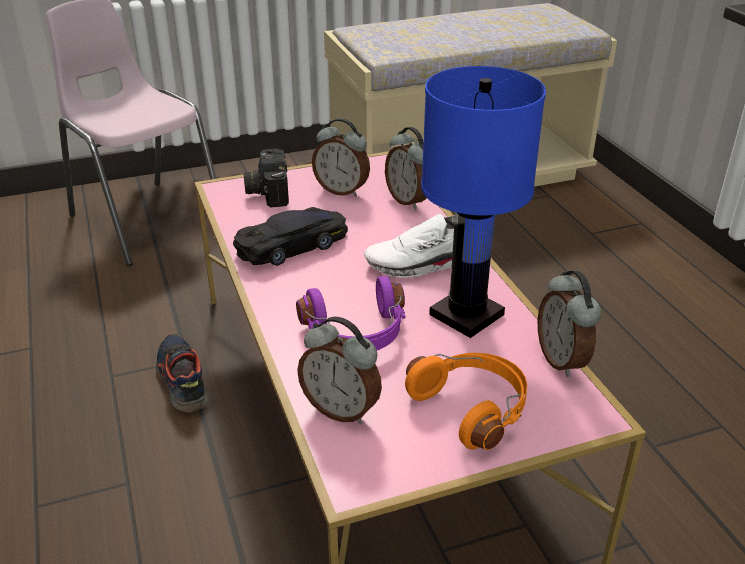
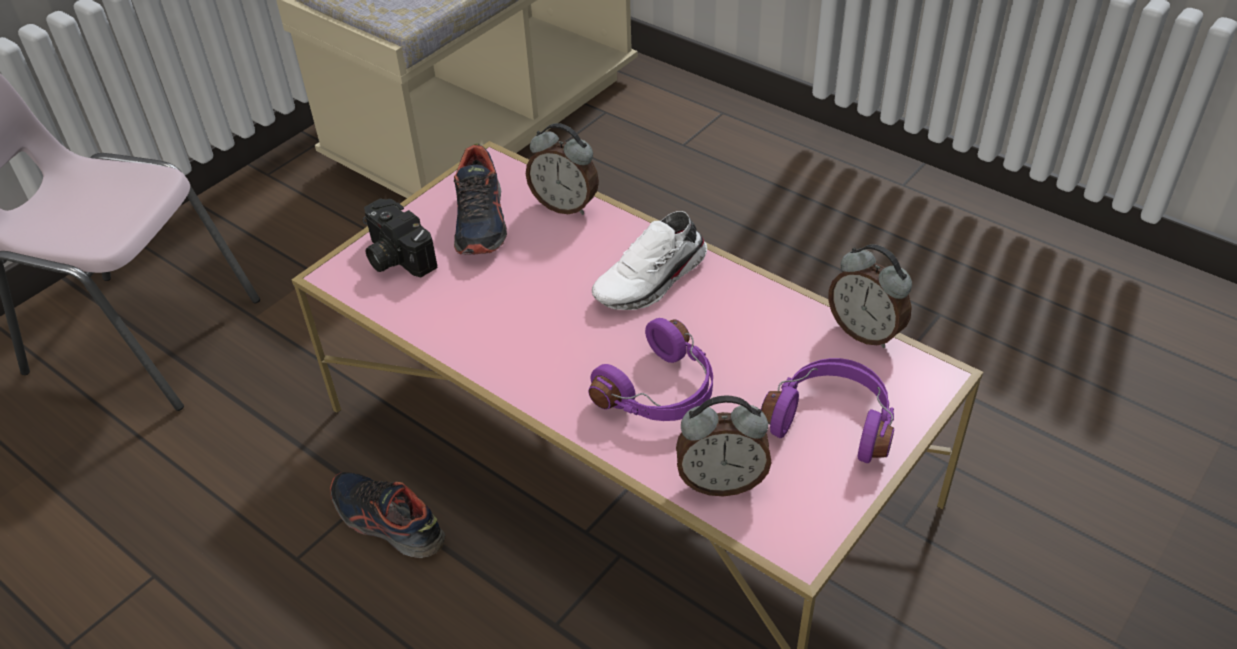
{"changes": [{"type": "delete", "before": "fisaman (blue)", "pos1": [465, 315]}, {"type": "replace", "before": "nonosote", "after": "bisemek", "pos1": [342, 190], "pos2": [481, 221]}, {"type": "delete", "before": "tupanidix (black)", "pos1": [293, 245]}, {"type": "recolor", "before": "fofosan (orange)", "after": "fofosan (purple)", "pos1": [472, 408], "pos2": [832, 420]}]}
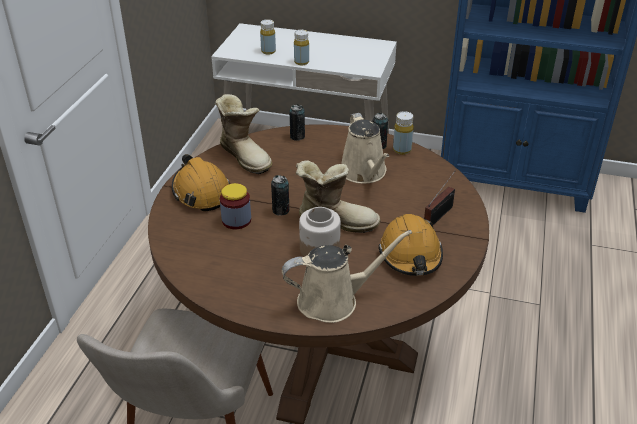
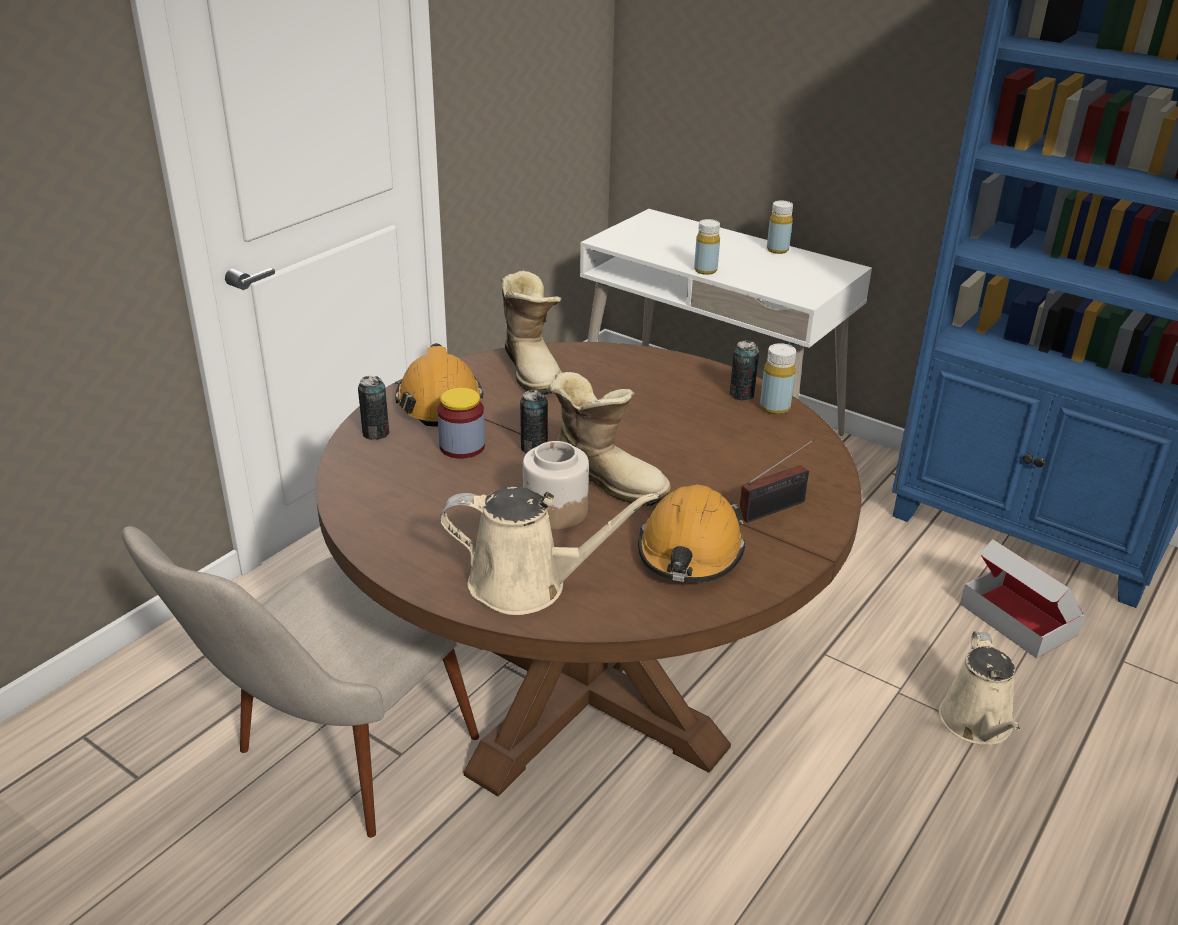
{"changes": [{"type": "move", "before": "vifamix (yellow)", "pos1": [268, 51], "pos2": [777, 250]}, {"type": "move", "before": "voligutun", "pos1": [297, 136], "pos2": [376, 433]}, {"type": "move", "before": "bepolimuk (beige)", "pos1": [364, 173], "pos2": [977, 725]}, {"type": "insert", "after": "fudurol", "pos2": [1018, 619]}]}
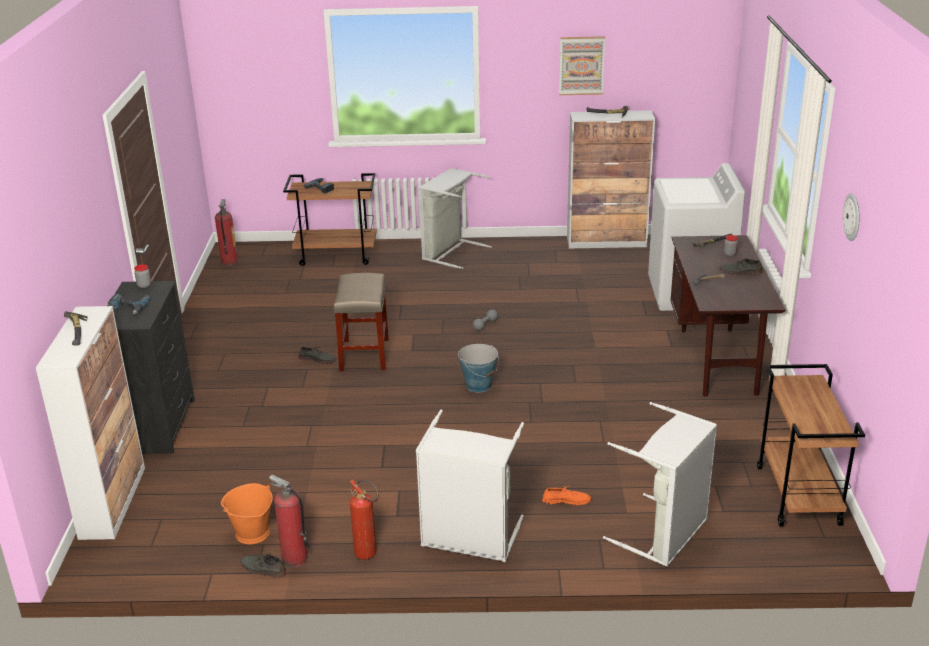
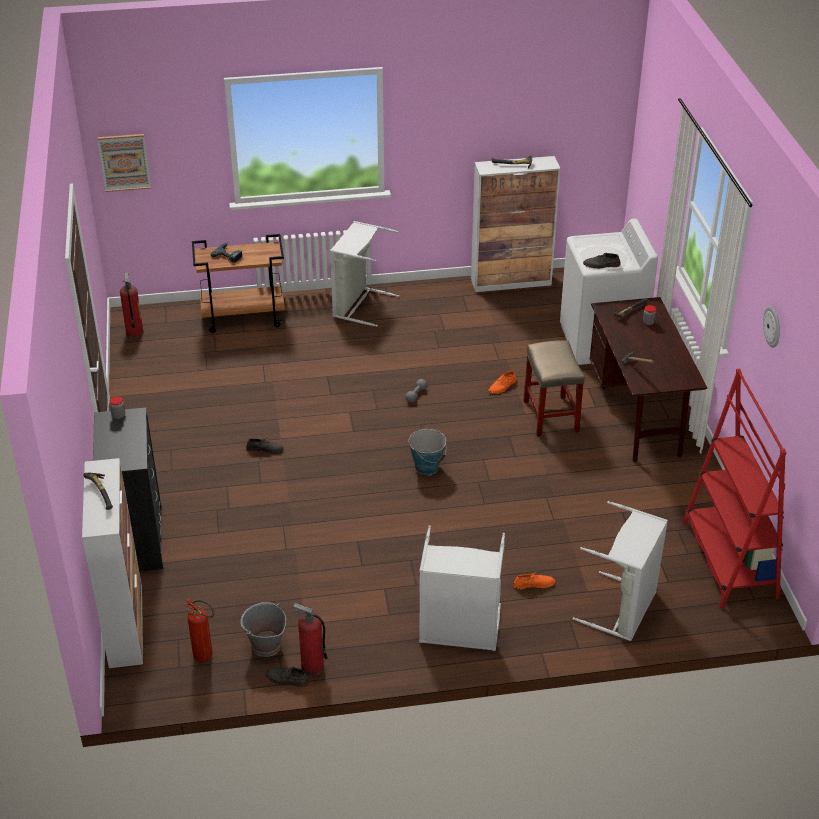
{"changes": [{"type": "move", "before": "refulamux", "pos1": [581, 65], "pos2": [124, 162]}, {"type": "move", "before": "bisemek (grey)", "pos1": [740, 272], "pos2": [601, 265]}, {"type": "move", "before": "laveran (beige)", "pos1": [364, 354], "pos2": [550, 415]}, {"type": "delete", "before": "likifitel", "pos1": [128, 308]}, {"type": "replace", "before": "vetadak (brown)", "after": "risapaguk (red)", "pos1": [799, 496], "pos2": [729, 560]}, {"type": "move", "before": "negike", "pos1": [369, 555], "pos2": [206, 657]}, {"type": "recolor", "before": "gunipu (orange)", "after": "gunipu (grey)", "pos1": [252, 533], "pos2": [266, 645]}, {"type": "insert", "after": "bisemek (orange)", "pos2": [502, 386]}]}
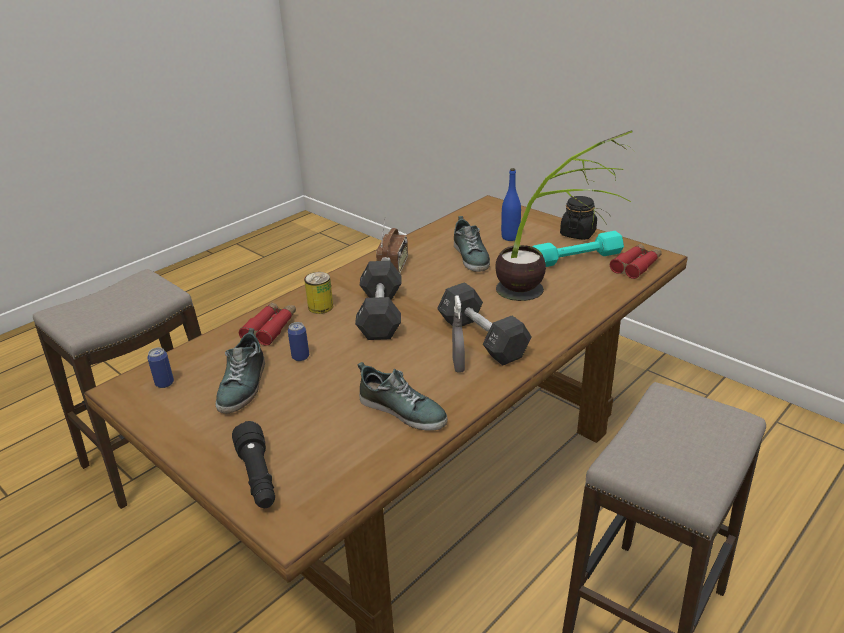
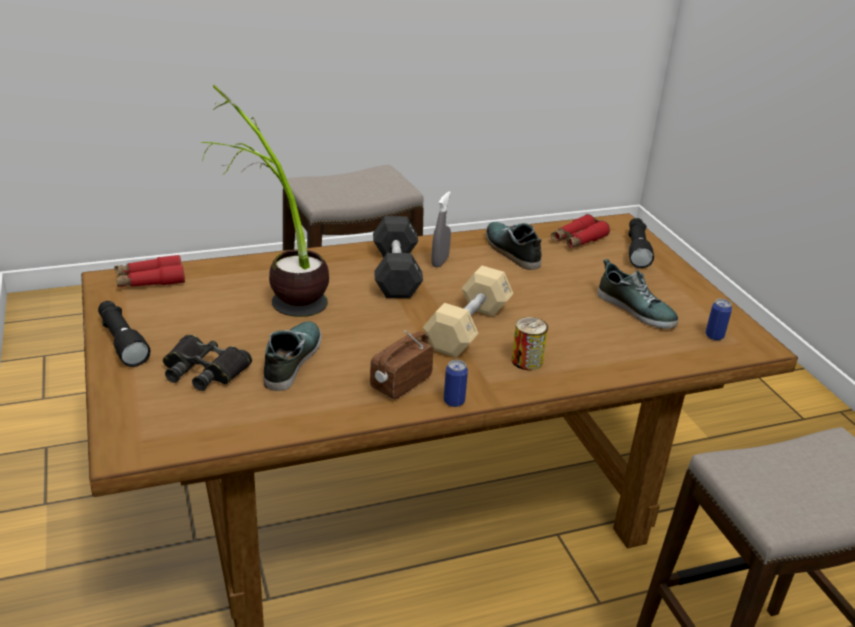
{"changes": [{"type": "replace", "before": "vifamix (blue)", "after": "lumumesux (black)", "pos1": [510, 237], "pos2": [204, 370]}, {"type": "replace", "before": "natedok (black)", "after": "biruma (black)", "pos1": [577, 233], "pos2": [121, 341]}, {"type": "delete", "before": "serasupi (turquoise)", "pos1": [576, 258]}, {"type": "recolor", "before": "serasupi (black)", "after": "serasupi (beige)", "pos1": [380, 314], "pos2": [468, 328]}, {"type": "move", "before": "lumumesux (red)", "pos1": [270, 328], "pos2": [578, 240]}, {"type": "move", "before": "voligutun", "pos1": [300, 357], "pos2": [454, 401]}, {"type": "rotate", "before": "bisemek", "pos1": [243, 385], "pos2": [636, 309], "turn": 105}]}
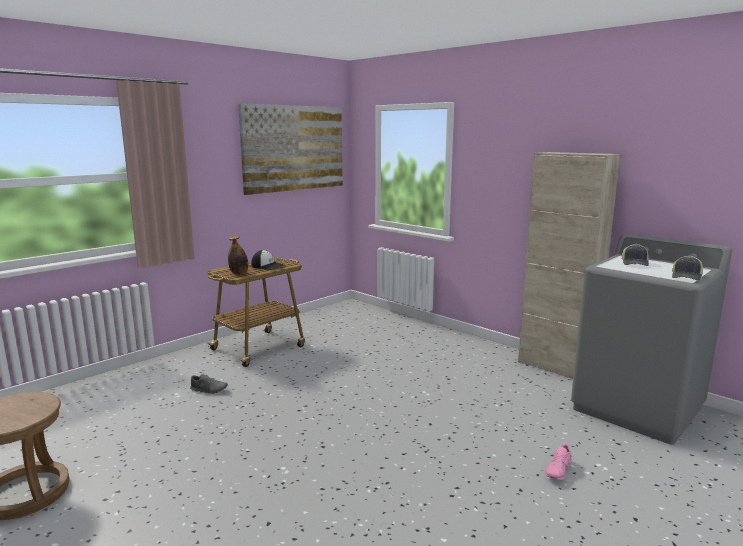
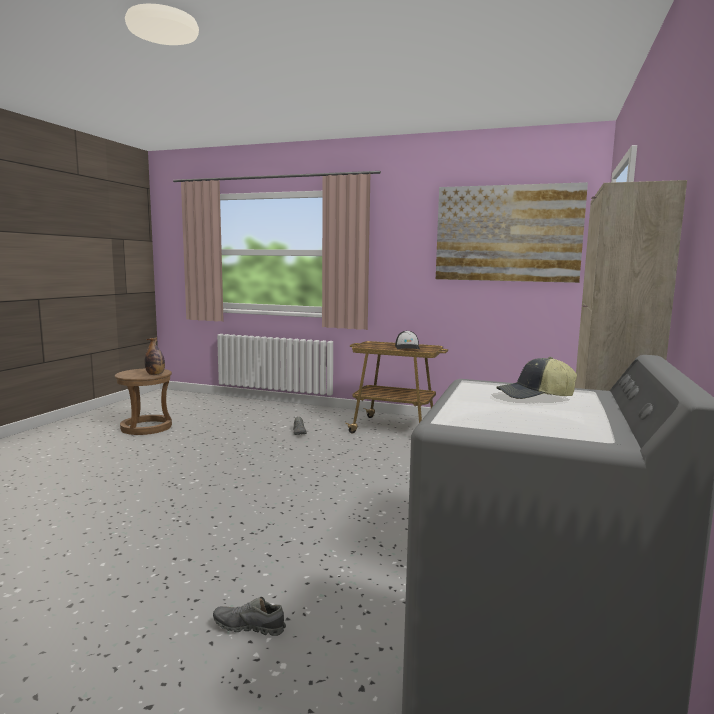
{"changes": [{"type": "move", "before": "vifamix", "pos1": [239, 273], "pos2": [155, 374]}, {"type": "delete", "before": "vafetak", "pos1": [687, 277]}, {"type": "recolor", "before": "bisemek (pink)", "after": "bisemek (grey)", "pos1": [558, 471], "pos2": [249, 627]}]}
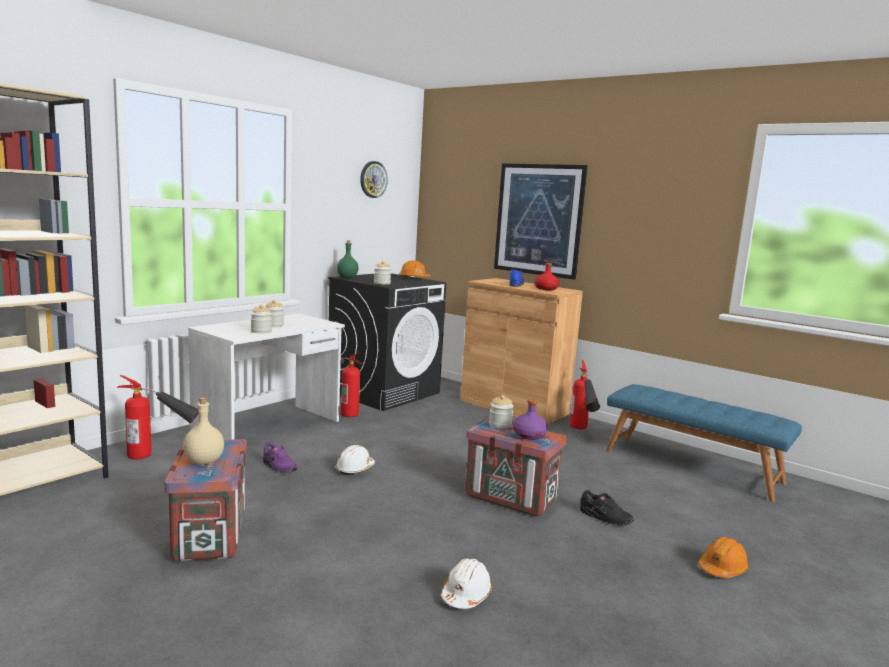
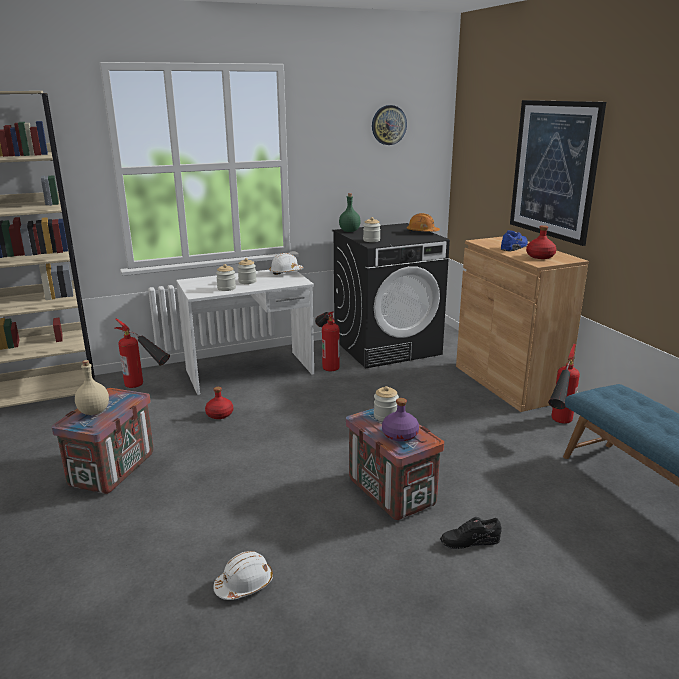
{"changes": [{"type": "replace", "before": "bisemek (purple)", "after": "vifamix (red)", "pos1": [278, 467], "pos2": [220, 414]}, {"type": "move", "before": "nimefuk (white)", "pos1": [354, 469], "pos2": [286, 272]}, {"type": "rotate", "before": "bisemek (black)", "pos1": [605, 518], "pos2": [469, 541], "turn": 105}, {"type": "delete", "before": "nimefuk (orange)", "pos1": [722, 569]}]}
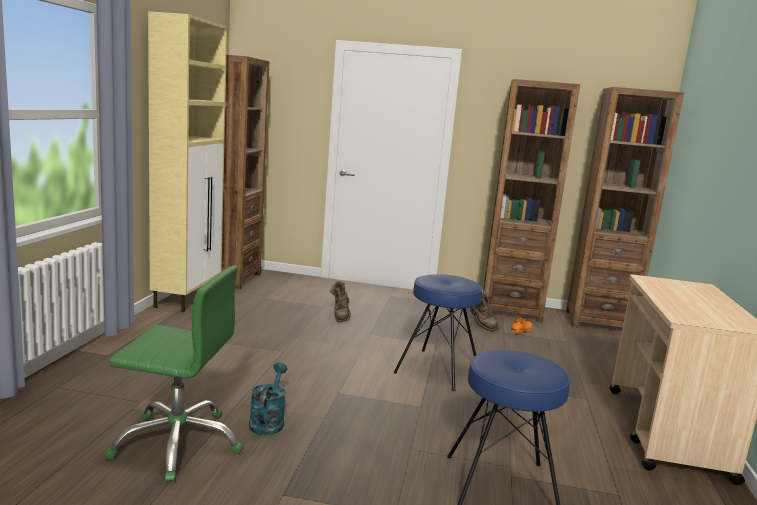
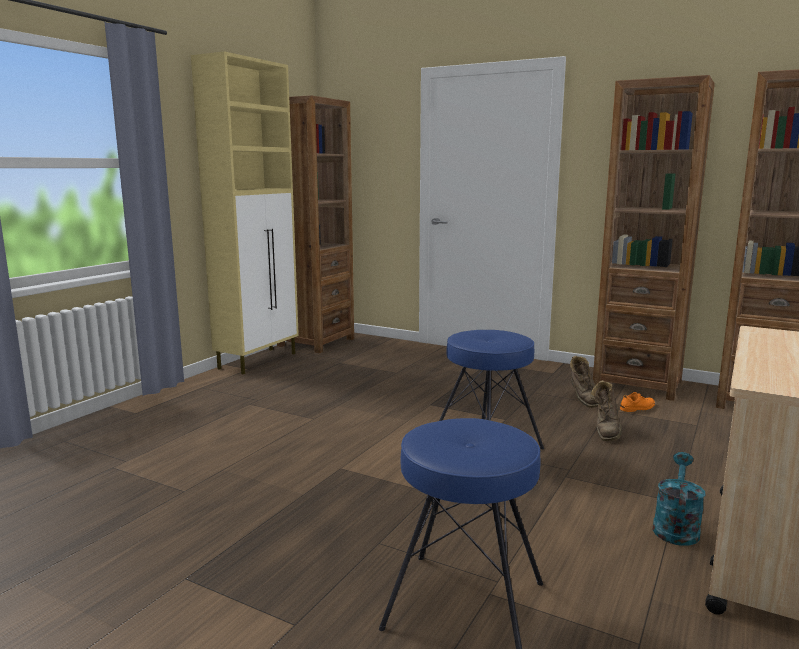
{"changes": [{"type": "delete", "before": "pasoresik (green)", "pos1": [178, 443]}, {"type": "move", "before": "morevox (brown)", "pos1": [340, 316], "pos2": [606, 431]}, {"type": "move", "before": "bepolimuk (turquoise)", "pos1": [268, 421], "pos2": [675, 527]}]}
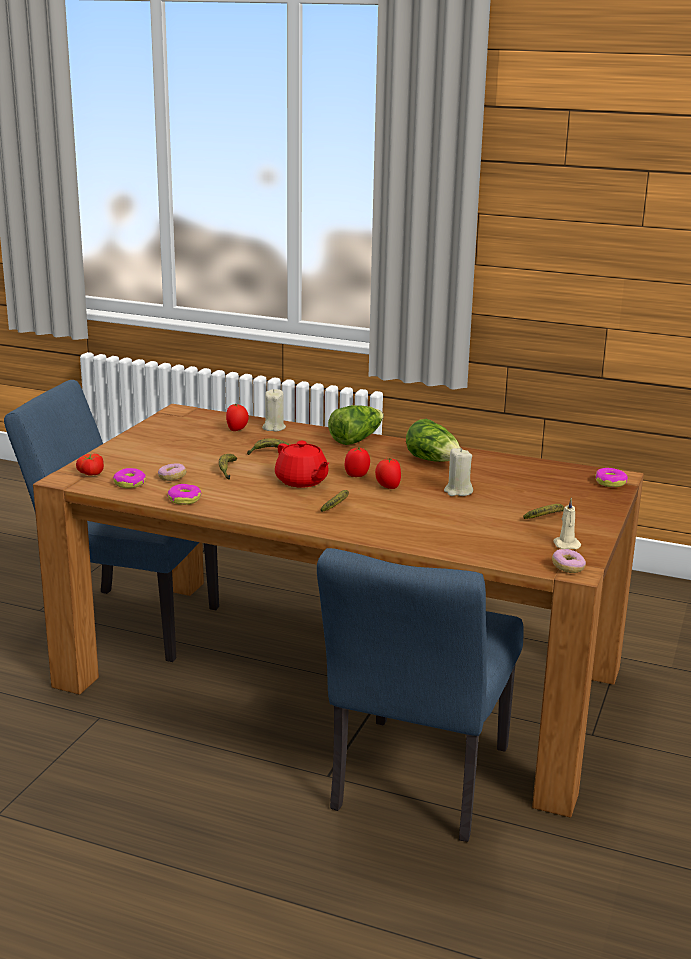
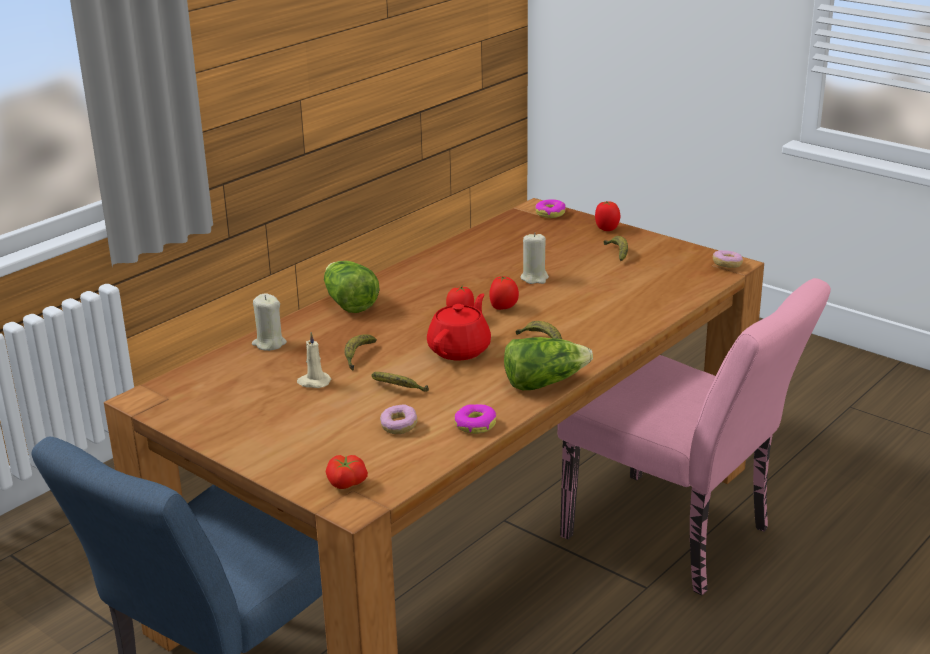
{"changes": [{"type": "move", "before": "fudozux", "pos1": [237, 430], "pos2": [606, 229]}, {"type": "move", "before": "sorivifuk", "pos1": [434, 461], "pos2": [544, 382]}, {"type": "rotate", "before": "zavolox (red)", "pos1": [302, 481], "pos2": [460, 349], "turn": -45}, {"type": "delete", "before": "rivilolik", "pos1": [130, 483]}, {"type": "move", "before": "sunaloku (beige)", "pos1": [565, 544], "pos2": [313, 382]}, {"type": "recolor", "before": "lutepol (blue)", "after": "lutepol (pink)", "pos1": [415, 786], "pos2": [679, 538]}]}
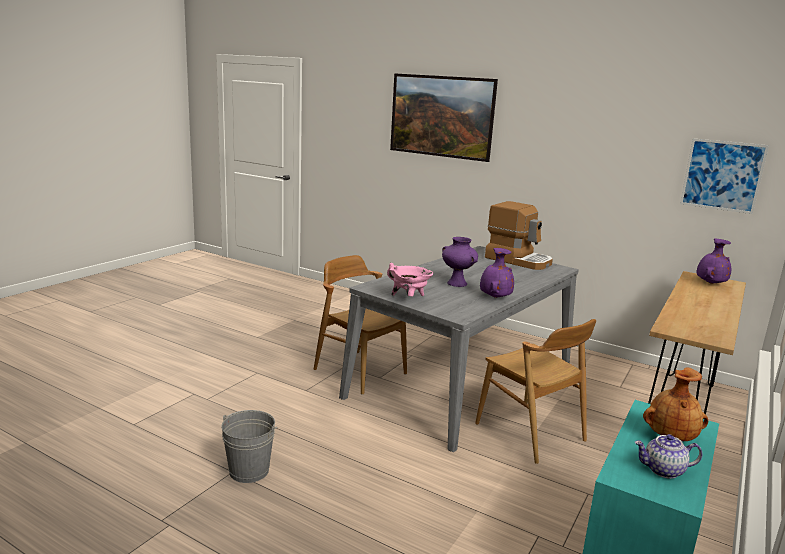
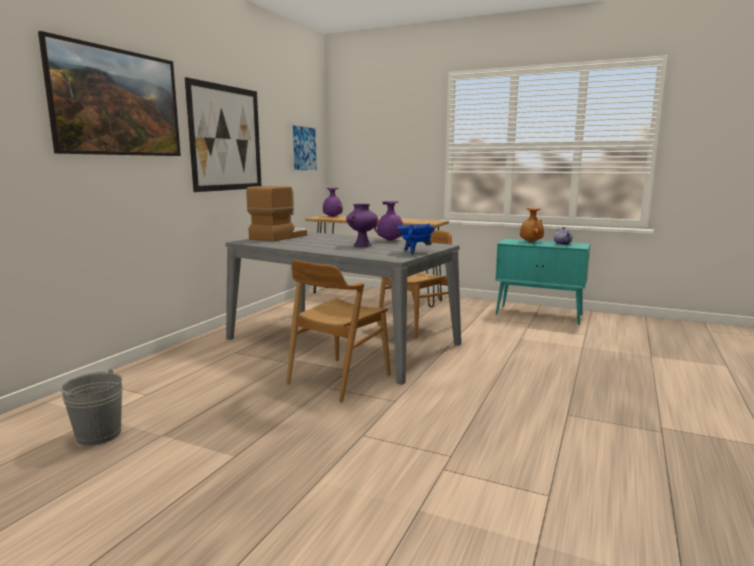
{"changes": [{"type": "recolor", "before": "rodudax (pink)", "after": "rodudax (blue)", "pos1": [409, 298], "pos2": [415, 252]}, {"type": "move", "before": "gunipu (grey)", "pos1": [249, 471], "pos2": [99, 434]}, {"type": "insert", "after": "refulamux", "pos2": [226, 138]}]}
